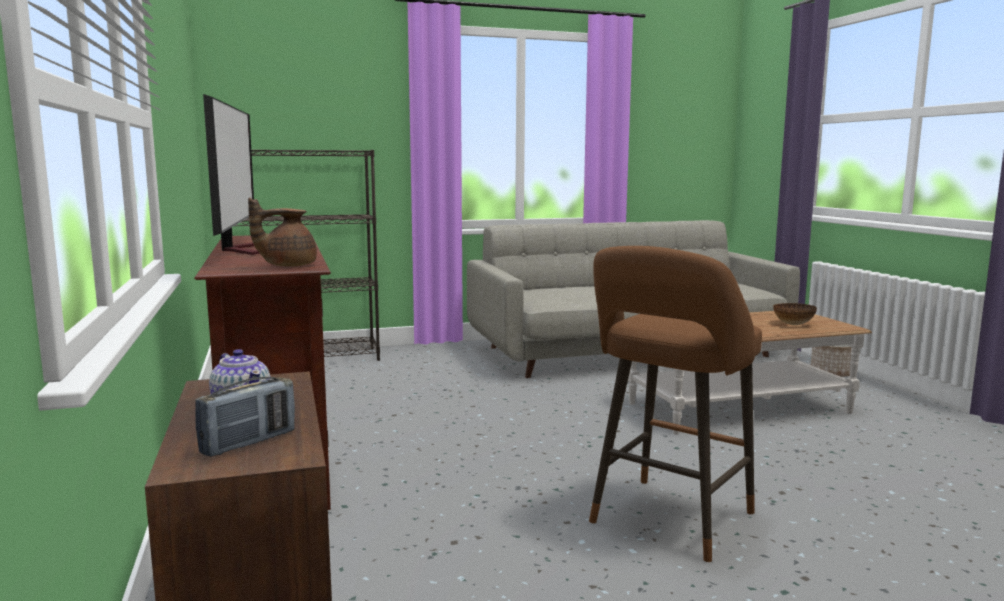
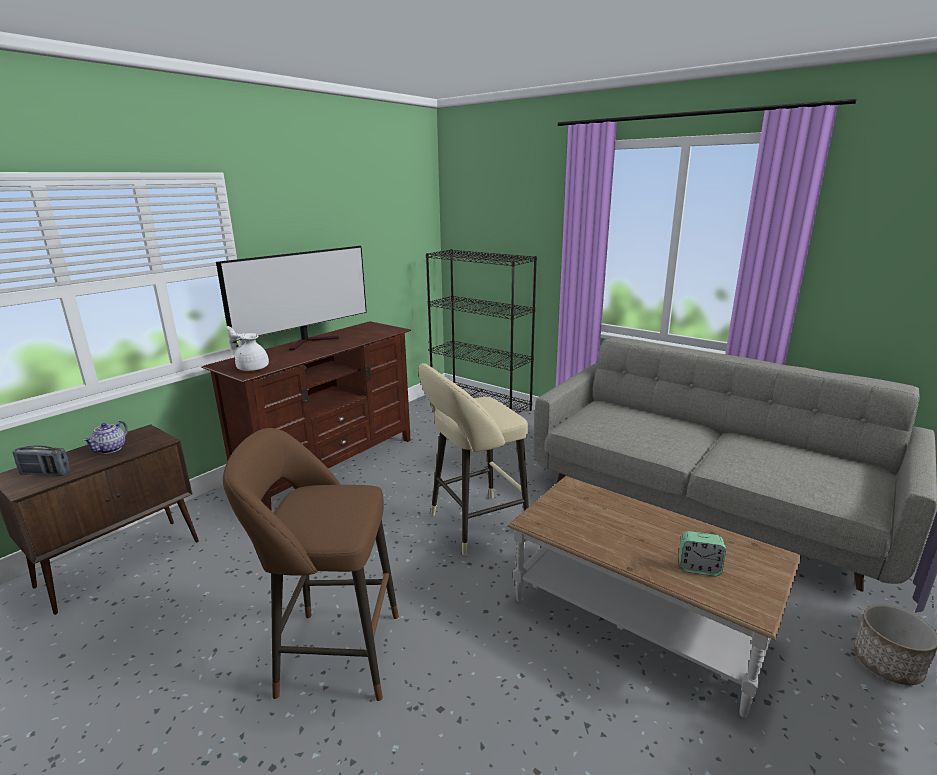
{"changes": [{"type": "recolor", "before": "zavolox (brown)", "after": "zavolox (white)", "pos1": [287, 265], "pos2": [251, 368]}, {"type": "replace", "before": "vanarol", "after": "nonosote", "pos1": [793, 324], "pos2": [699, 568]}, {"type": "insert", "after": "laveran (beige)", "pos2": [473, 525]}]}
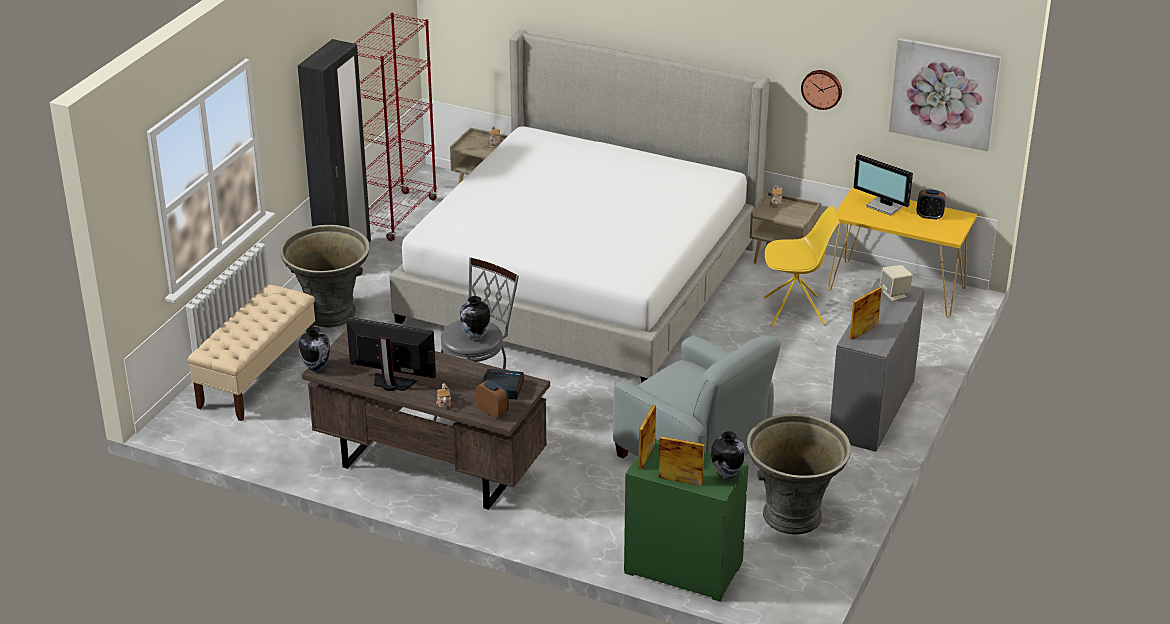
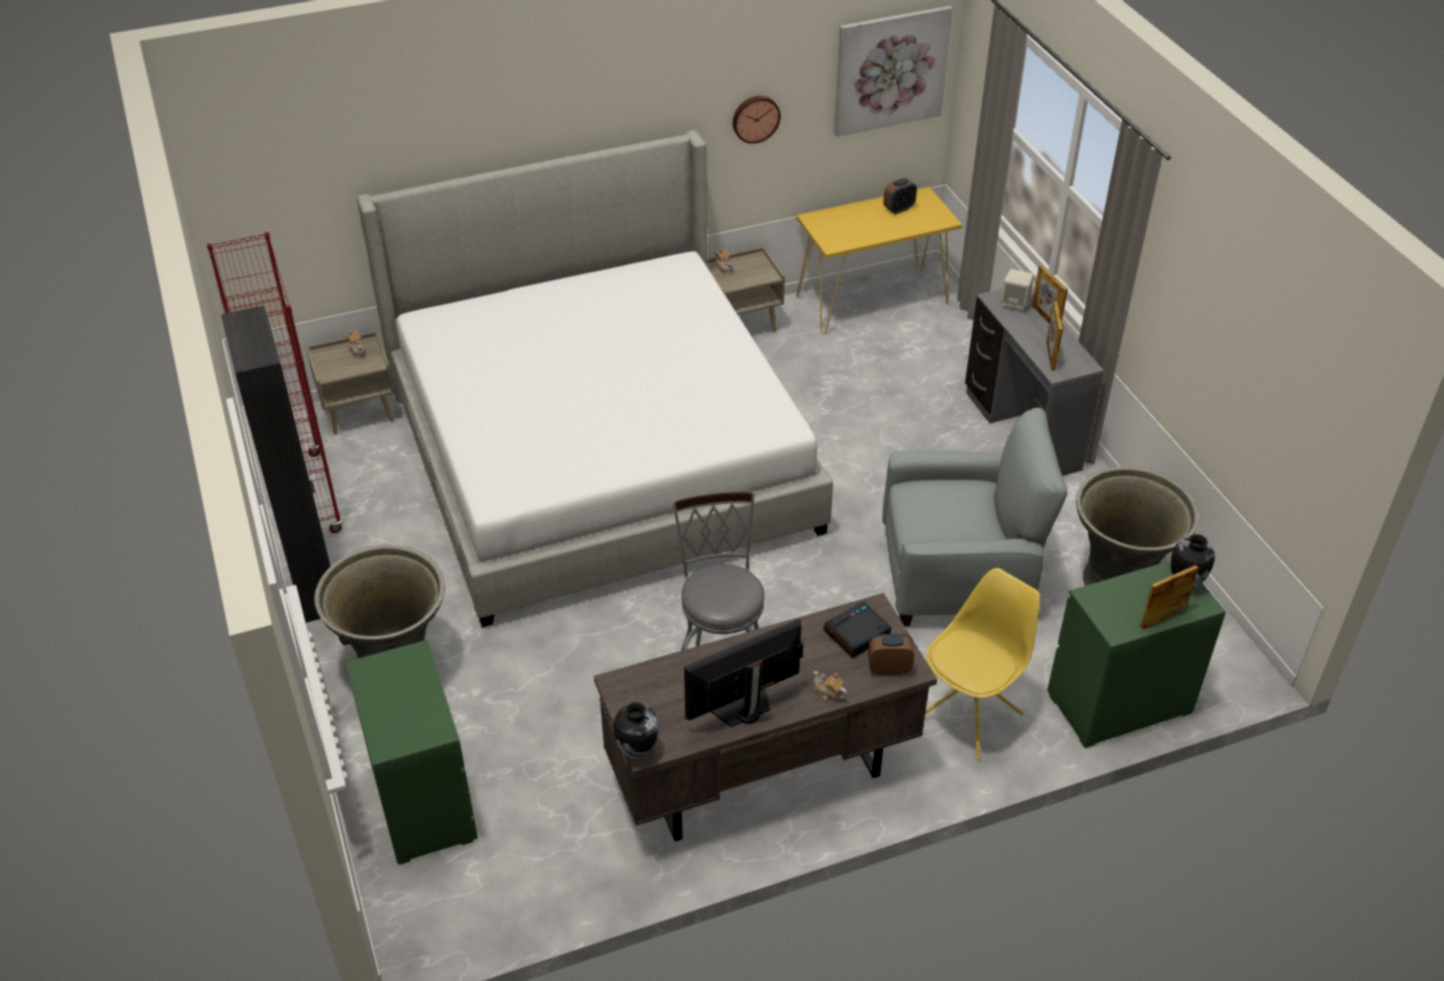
{"changes": [{"type": "delete", "before": "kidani", "pos1": [885, 206]}, {"type": "move", "before": "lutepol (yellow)", "pos1": [796, 311], "pos2": [970, 715]}, {"type": "replace", "before": "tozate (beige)", "after": "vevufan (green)", "pos1": [258, 376], "pos2": [423, 800]}, {"type": "delete", "before": "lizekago", "pos1": [475, 337]}, {"type": "move", "before": "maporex", "pos1": [646, 456], "pos2": [1045, 318]}]}
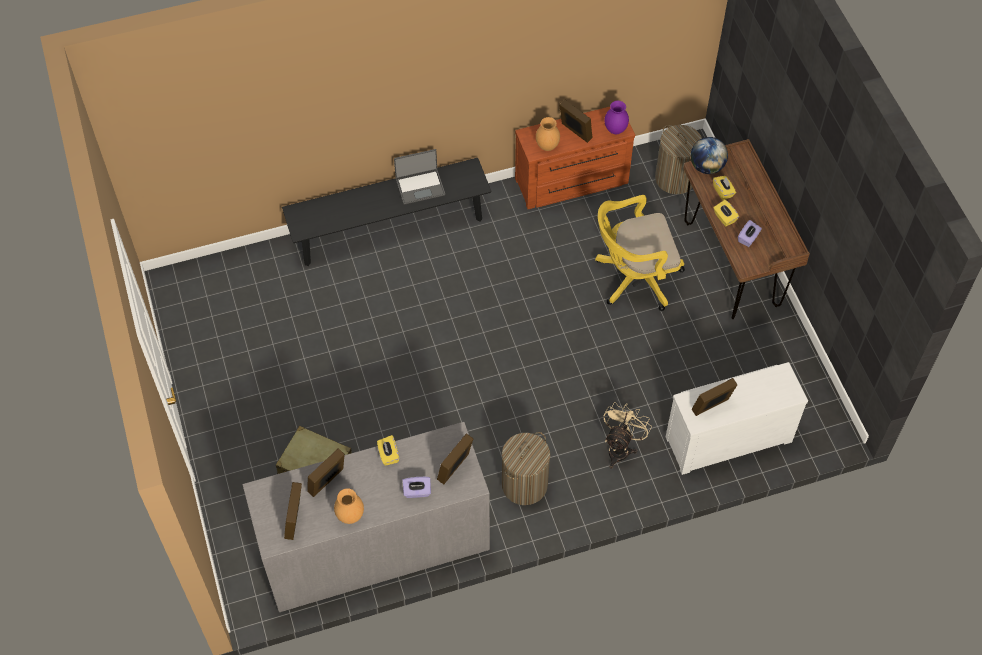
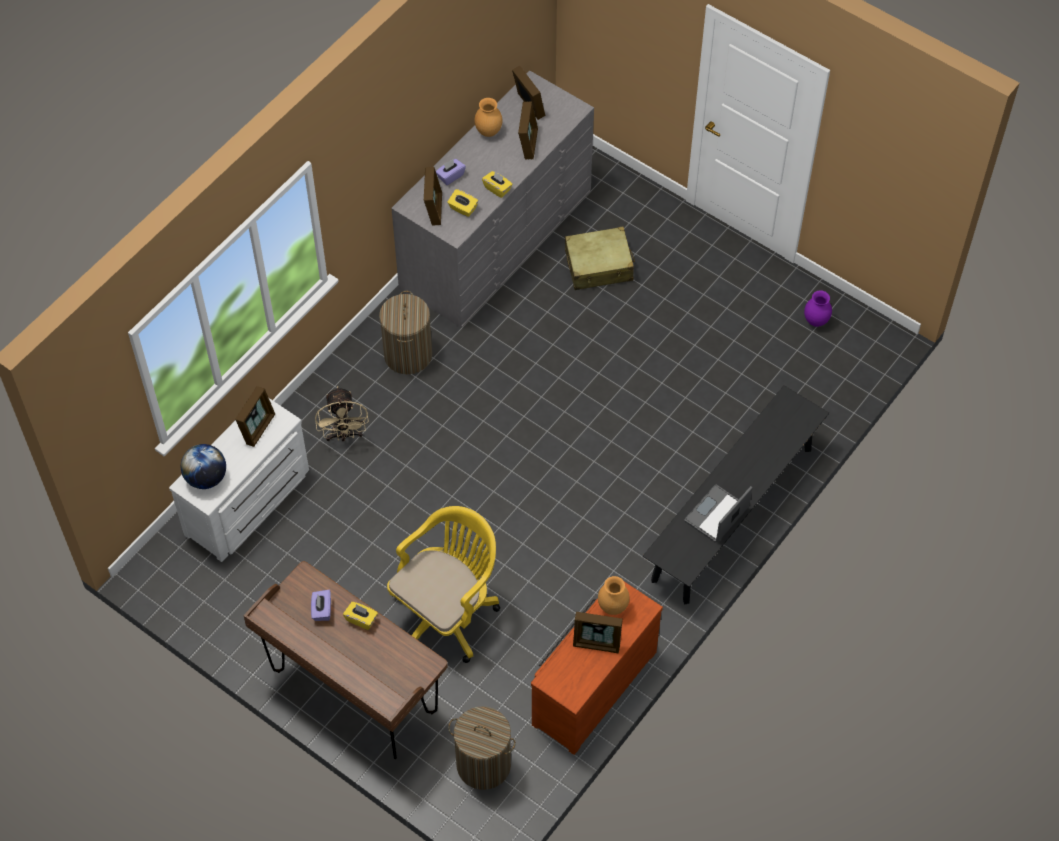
{"changes": [{"type": "move", "before": "lizekago (purple)", "pos1": [615, 129], "pos2": [816, 321]}, {"type": "move", "before": "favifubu", "pos1": [706, 167], "pos2": [206, 478]}, {"type": "move", "before": "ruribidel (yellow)", "pos1": [723, 192], "pos2": [462, 209]}]}
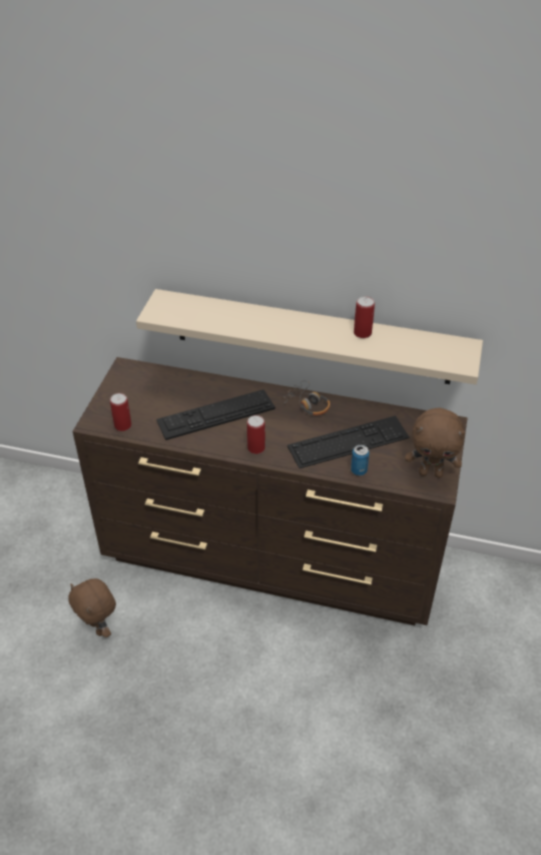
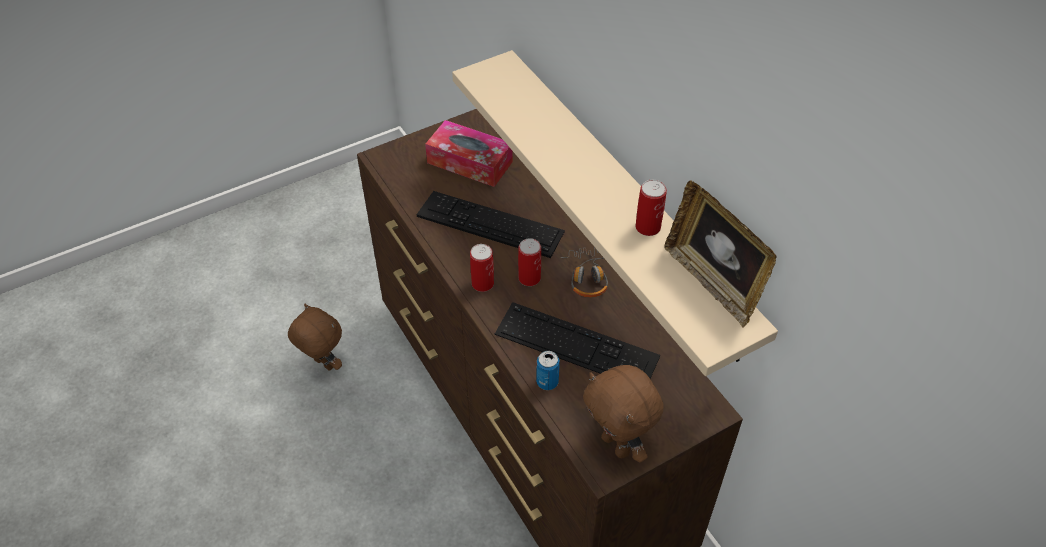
{"changes": [{"type": "move", "before": "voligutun", "pos1": [123, 425], "pos2": [529, 278]}, {"type": "rotate", "before": "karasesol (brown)", "pos1": [99, 628], "pos2": [323, 364], "turn": 120}, {"type": "insert", "after": "ruribidel", "pos2": [469, 162]}, {"type": "insert", "after": "maporex", "pos2": [712, 282]}]}
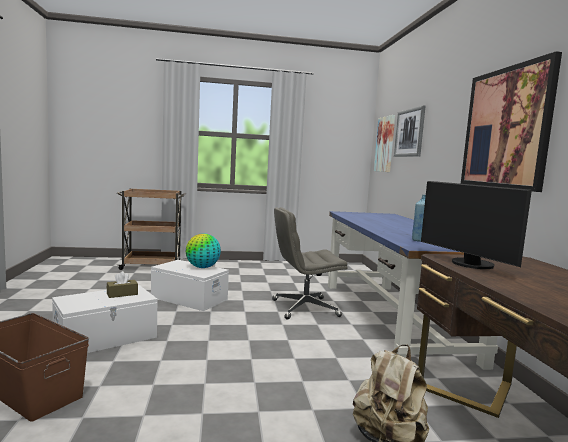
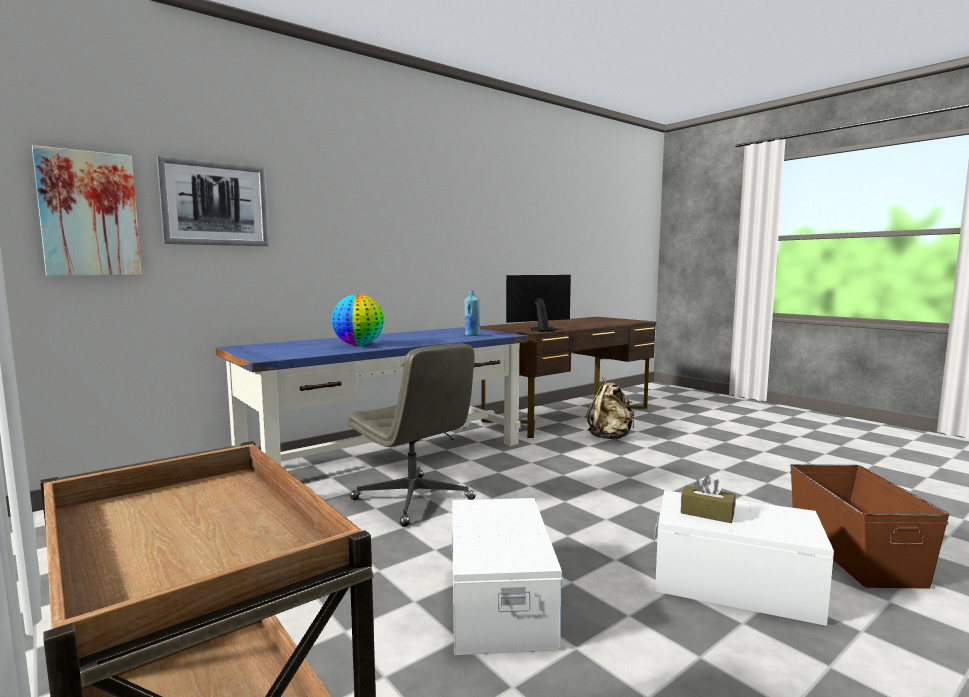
{"changes": [{"type": "delete", "before": "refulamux", "pos1": [505, 128]}, {"type": "rotate", "before": "kidani", "pos1": [469, 264], "pos2": [541, 329], "turn": -150}, {"type": "move", "before": "favifubu", "pos1": [202, 267], "pos2": [359, 345]}]}
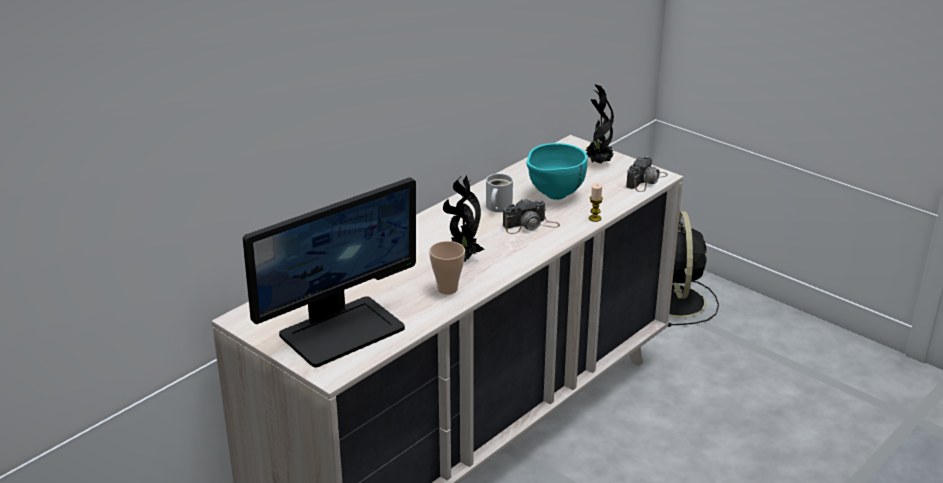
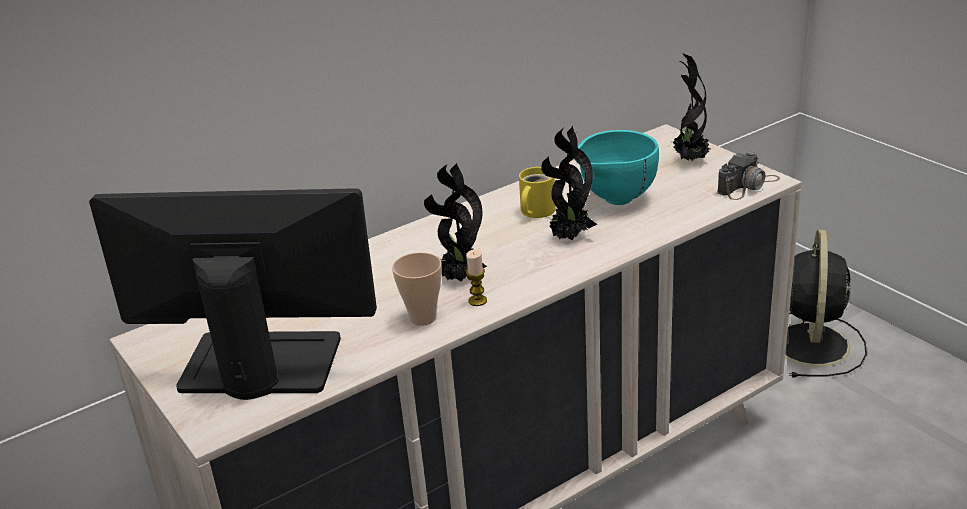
{"changes": [{"type": "recolor", "before": "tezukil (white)", "after": "tezukil (yellow)", "pos1": [497, 207], "pos2": [535, 211]}, {"type": "rotate", "before": "kidani", "pos1": [341, 330], "pos2": [258, 365], "turn": -150}, {"type": "move", "before": "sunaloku", "pos1": [595, 218], "pos2": [477, 301]}, {"type": "replace", "before": "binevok", "after": "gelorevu", "pos1": [530, 225], "pos2": [569, 237]}]}
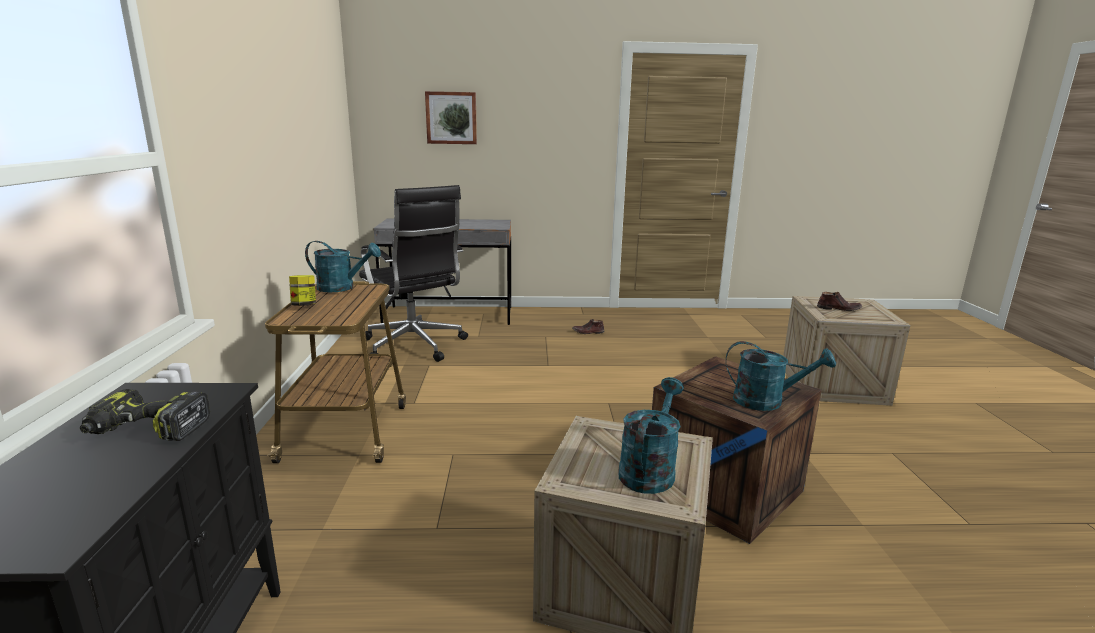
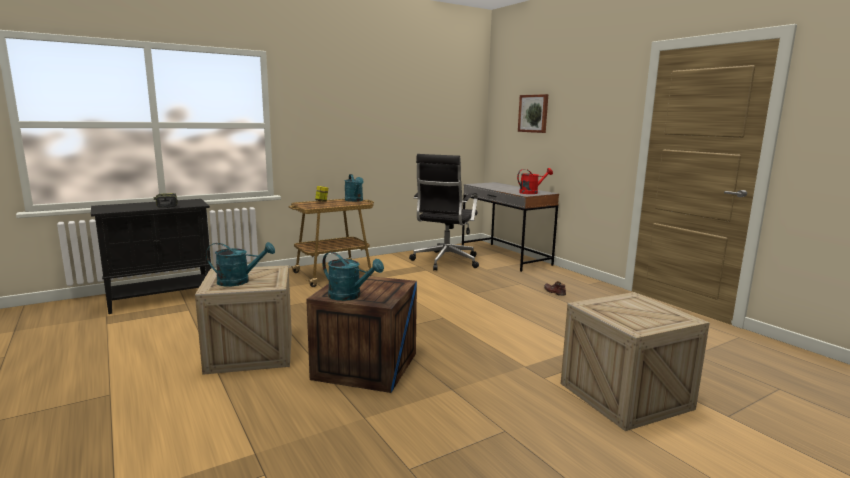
{"changes": [{"type": "delete", "before": "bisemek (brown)", "pos1": [838, 309]}, {"type": "rotate", "before": "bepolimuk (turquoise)", "pos1": [767, 401], "pos2": [350, 296], "turn": -45}, {"type": "insert", "after": "bepolimuk (red)", "pos2": [531, 192]}]}
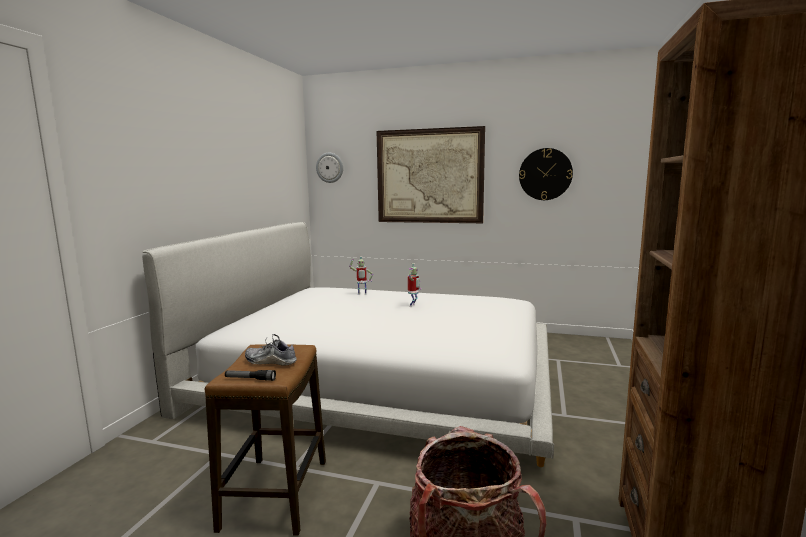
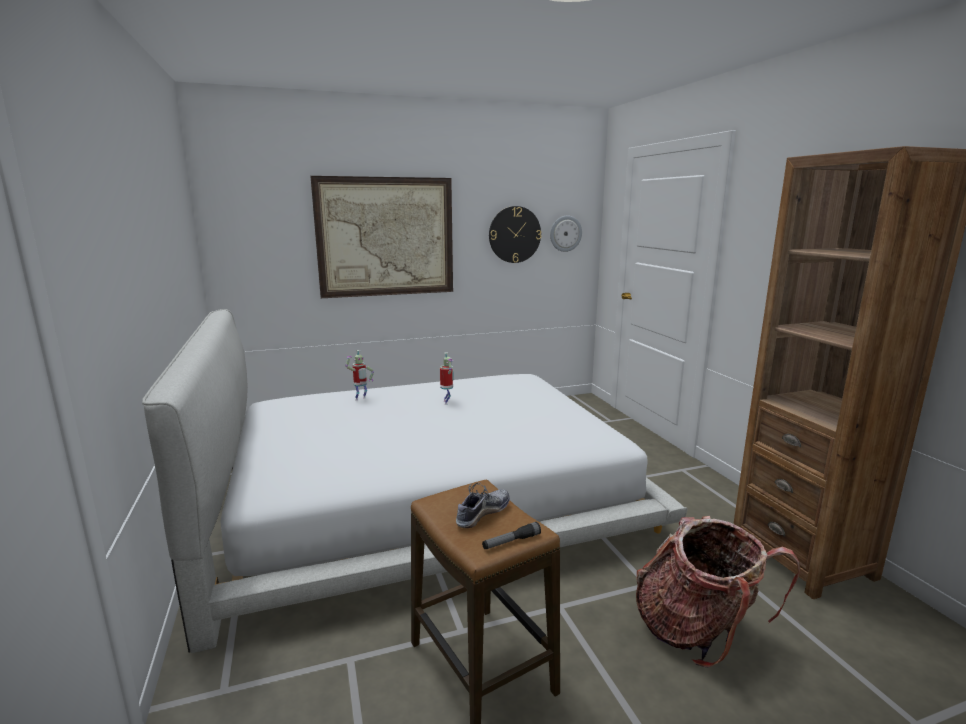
{"changes": [{"type": "move", "before": "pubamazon", "pos1": [330, 167], "pos2": [565, 233]}, {"type": "rotate", "before": "bisemek", "pos1": [270, 361], "pos2": [482, 513], "turn": 150}]}
